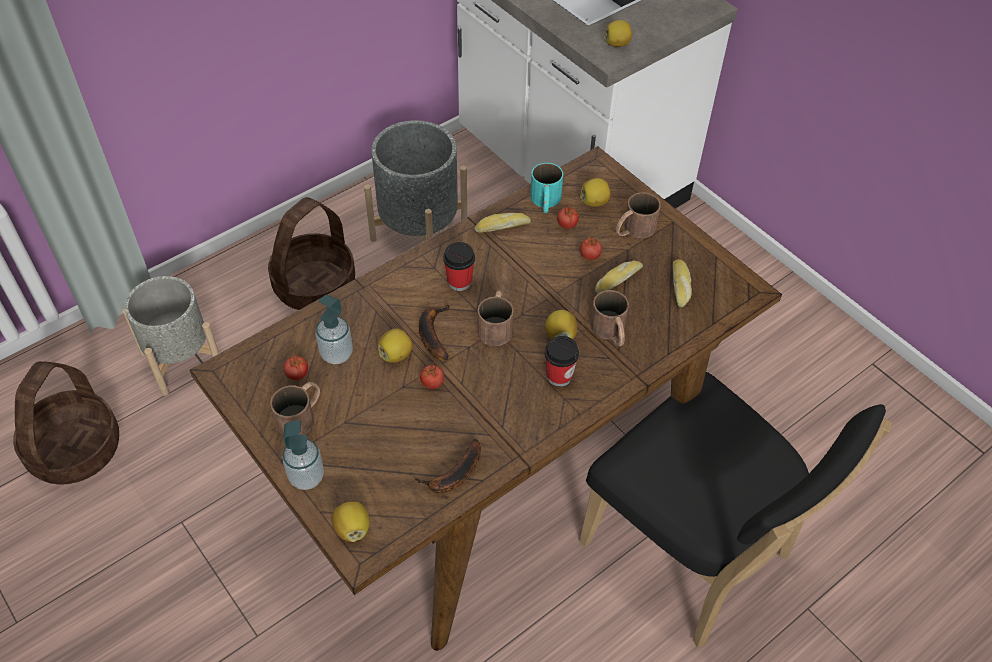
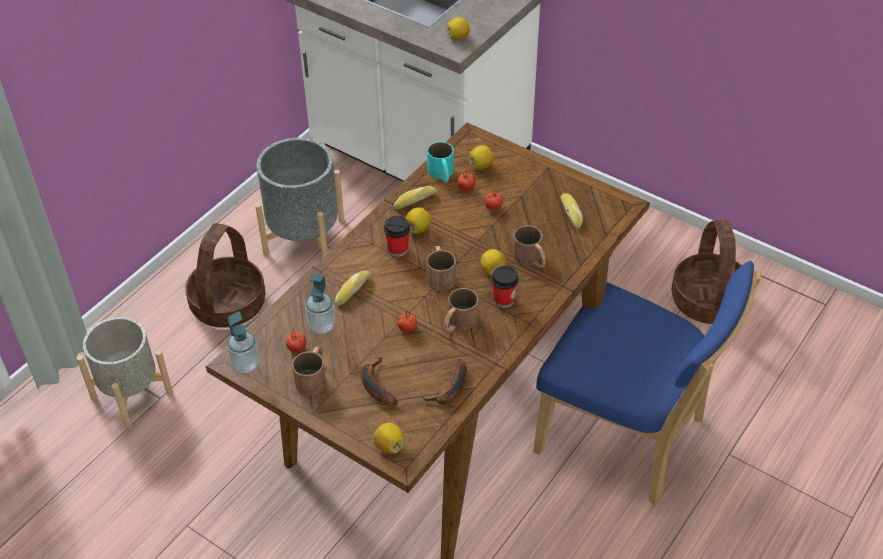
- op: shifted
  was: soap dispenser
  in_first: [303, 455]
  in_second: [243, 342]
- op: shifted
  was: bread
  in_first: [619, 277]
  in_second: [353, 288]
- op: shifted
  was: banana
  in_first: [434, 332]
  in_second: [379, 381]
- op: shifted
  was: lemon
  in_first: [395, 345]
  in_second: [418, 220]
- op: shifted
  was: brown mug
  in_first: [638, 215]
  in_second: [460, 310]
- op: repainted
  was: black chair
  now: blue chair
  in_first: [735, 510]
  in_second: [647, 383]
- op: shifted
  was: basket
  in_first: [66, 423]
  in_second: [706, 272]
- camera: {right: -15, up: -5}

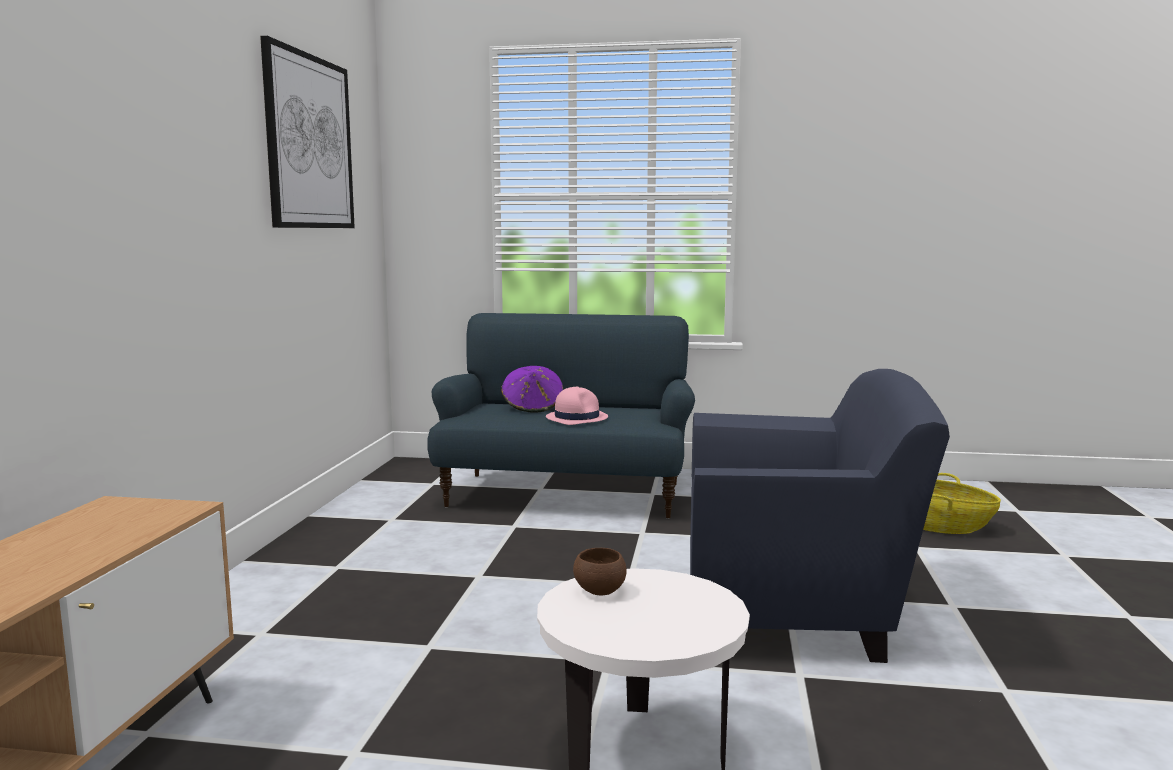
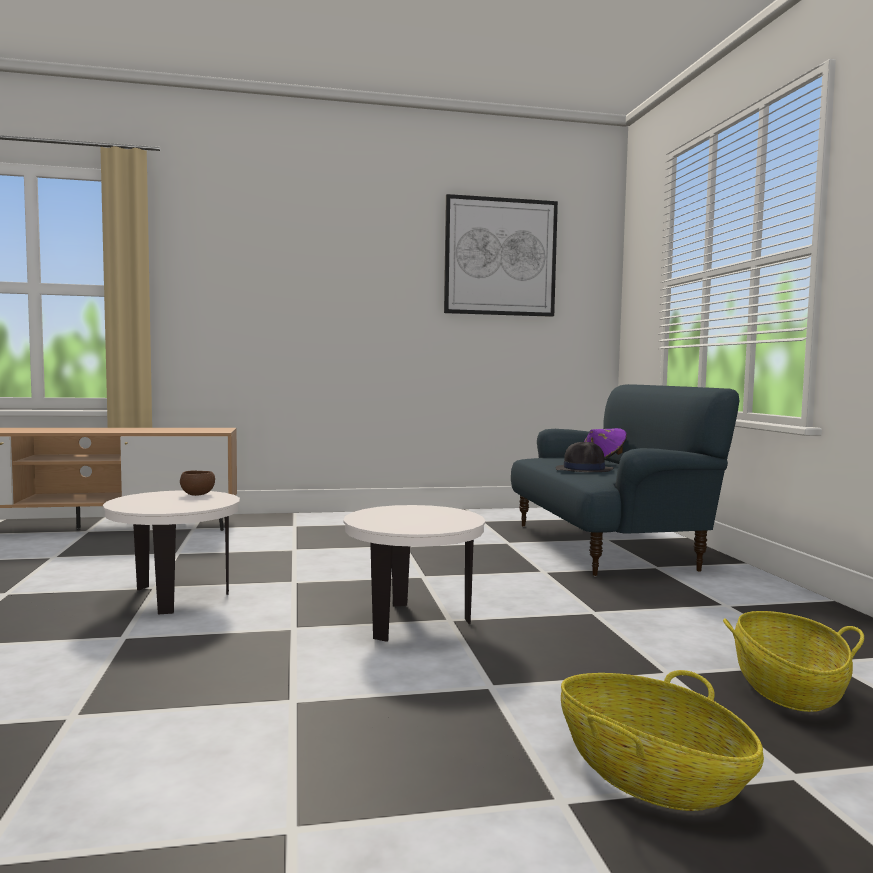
- op: swapped
  was: blue armchair
  now: white side table
  in_first: [820, 516]
  in_second: [414, 573]
- op: repainted
  was: pink hat
  now: black hat
  in_first: [577, 406]
  in_second: [584, 457]
- op: new
  now: basket
  in_second: [662, 740]
- camera: {right: 70, up: -5}

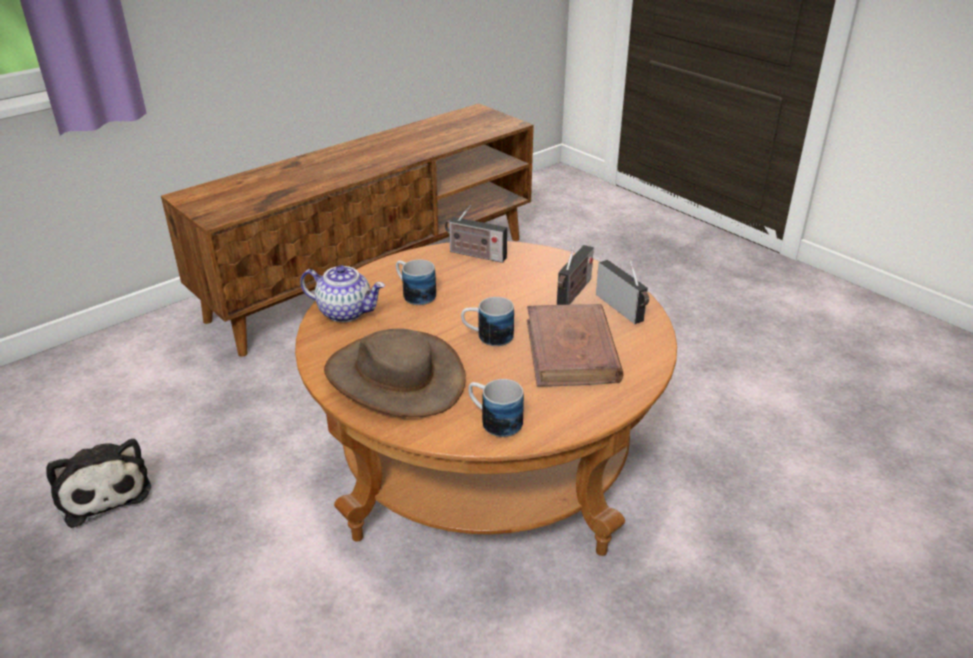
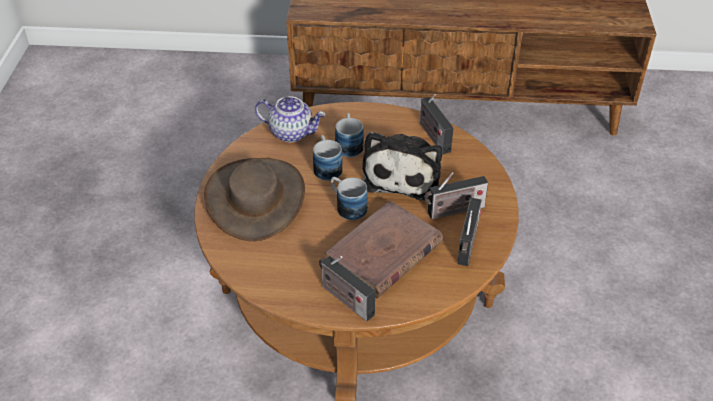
- op: rotated
  was: teapot
  in_first: [342, 293]
  in_second: [290, 119]
  clockwise: -45
- op: shifted
  was: mug
  in_first: [496, 408]
  in_second: [328, 158]
- op: new
  now: radio
  in_second: [347, 288]
- op: shifted
  was: plush toy
  in_first: [99, 483]
  in_second: [402, 166]
- camera: {right: 45, up: 10}

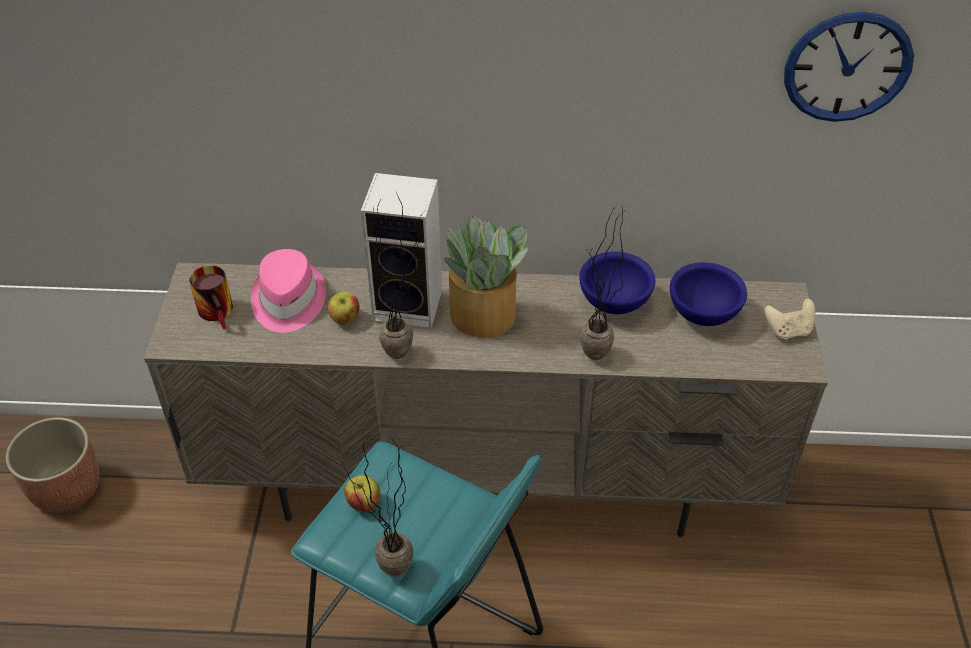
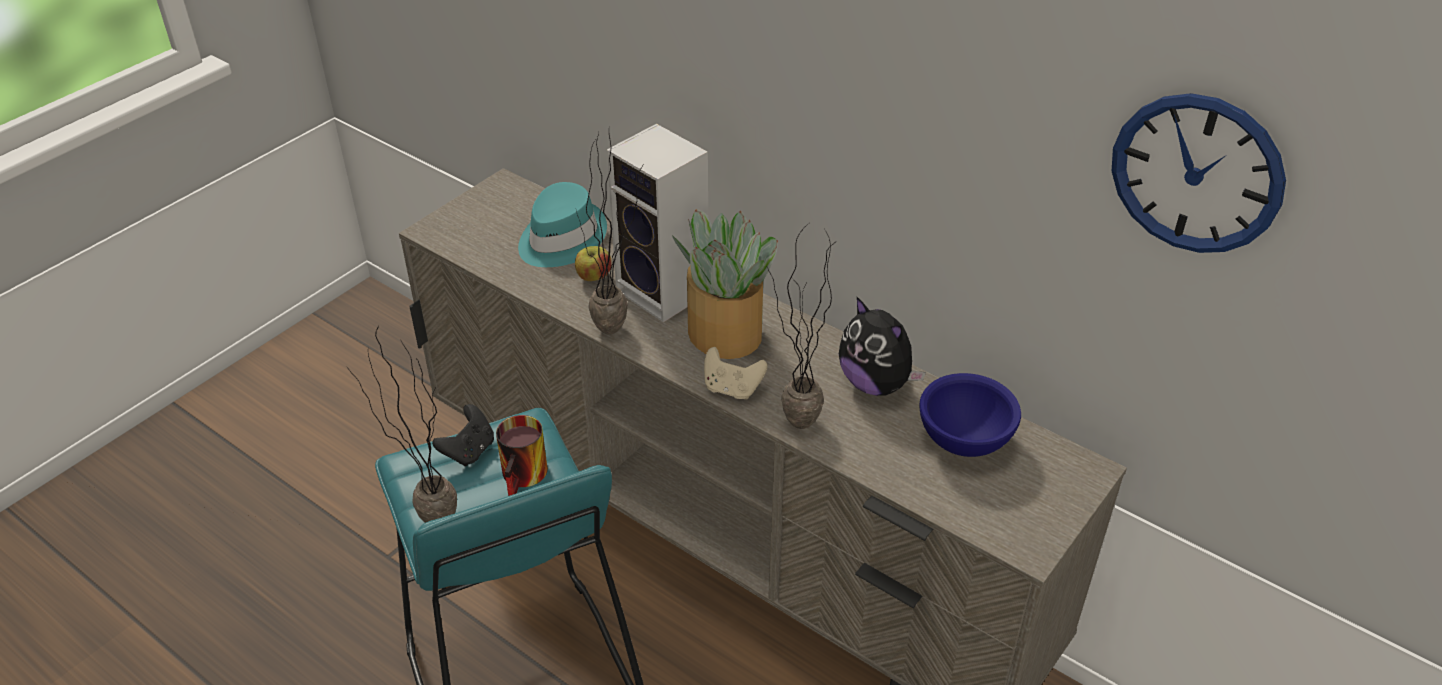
- op: swapped
  was: apple
  now: black game controller
  in_first: [362, 493]
  in_second: [463, 435]
- op: shifted
  was: mug
  in_first: [211, 297]
  in_second: [522, 455]
- op: repainted
  was: pink hat
  now: turquoise hat
  in_first: [288, 291]
  in_second: [562, 224]
- op: shifted
  was: beige game controller
  in_first: [789, 318]
  in_second: [735, 373]
- op: swapped
  was: blue bowl
  now: plush toy
  in_first: [617, 283]
  in_second: [882, 346]
- op: gone
  was: planter
  in_first: [52, 465]
- camera: {right: 35, up: -5}

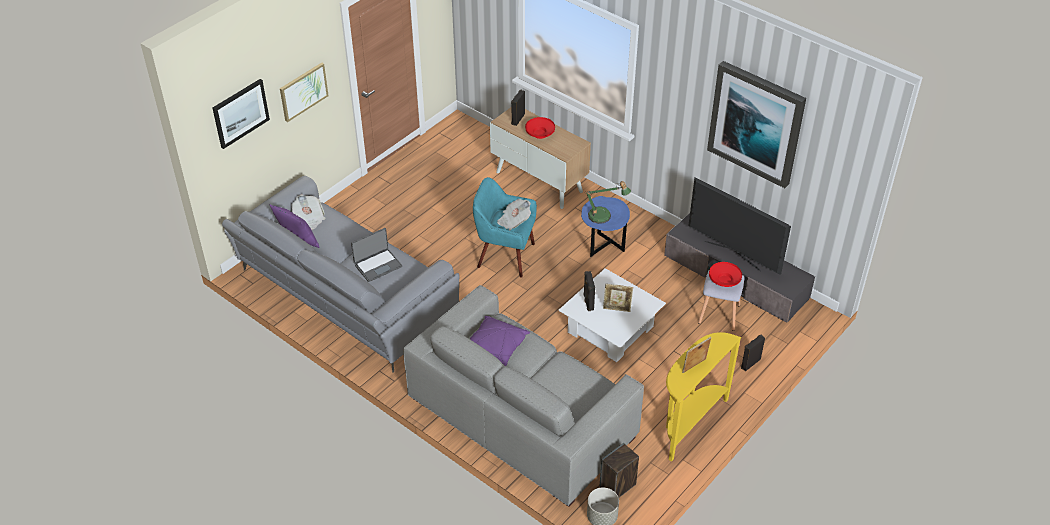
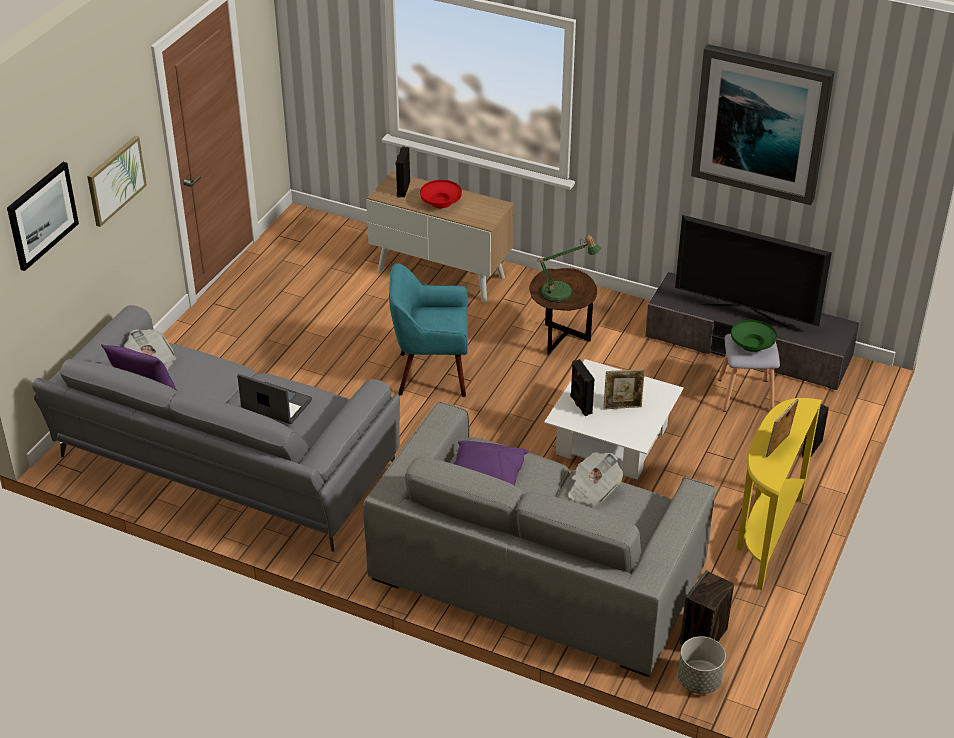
- op: rotated
  was: laptop
  in_first: [376, 255]
  in_second: [274, 399]
  clockwise: -105
- op: repainted
  was: blue side table
  now: brown side table
  in_first: [605, 226]
  in_second: [563, 311]
- op: shifted
  was: newspaper
  in_first: [514, 215]
  in_second: [595, 479]
- op: repainted
  was: red bowl
  now: green bowl
  in_first: [725, 274]
  in_second: [754, 336]
- camera: {right: -15, up: -5}

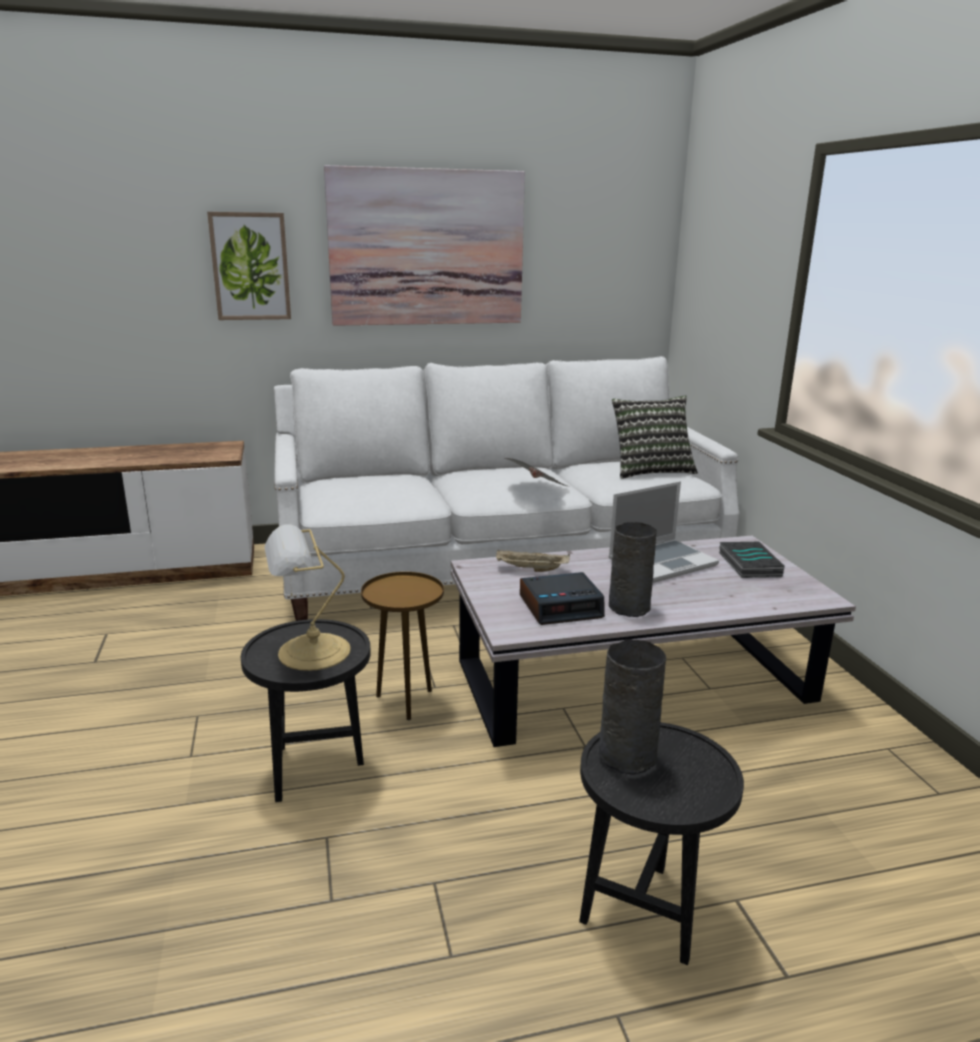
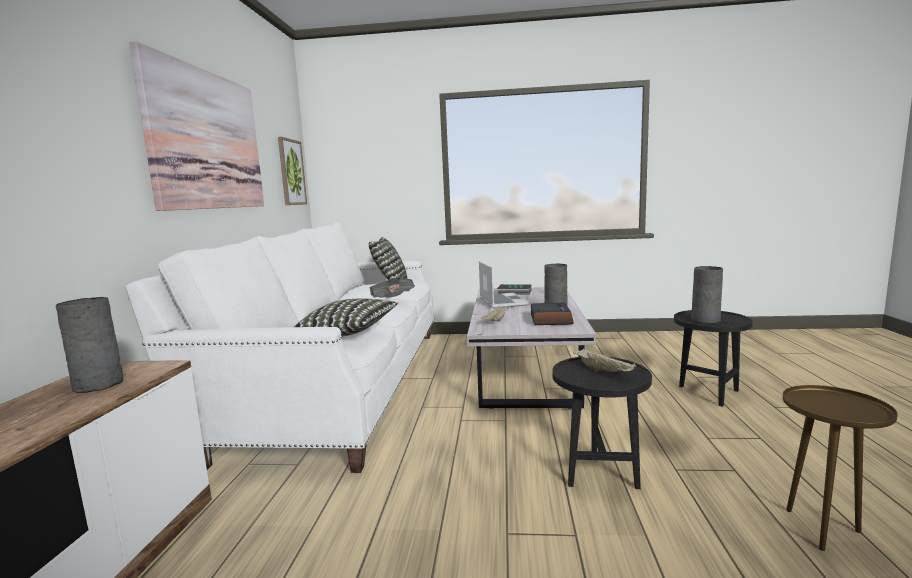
- op: new
  now: grey vase
  in_second: [89, 345]
- op: shifted
  was: picture
  in_first: [249, 266]
  in_second: [292, 171]
- op: new
  now: pillow
  in_second: [346, 318]
- op: swapped
  was: table lamp
  now: beige tray
  in_first: [307, 597]
  in_second: [604, 360]
- op: shifted
  was: brown side table
  in_first: [402, 646]
  in_second: [840, 468]
- camera: {right: -70, up: -10}

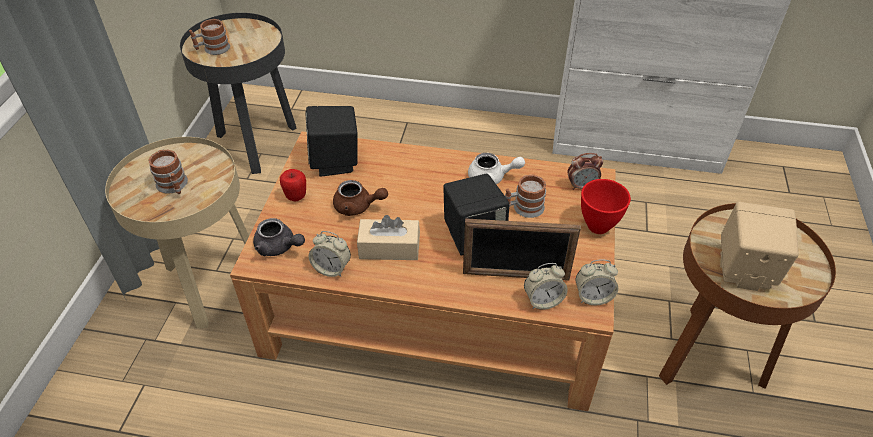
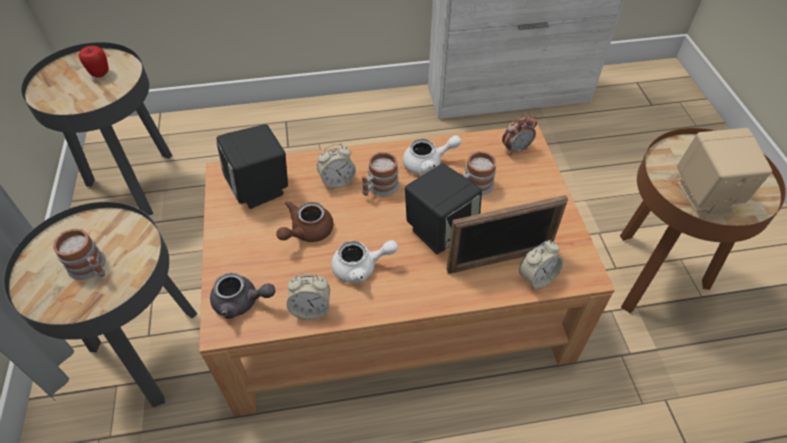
- op: repainted
  was: beige side table
  now: black side table
  in_first: [177, 232]
  in_second: [100, 304]
- op: shifted
  was: apple
  in_first: [293, 185]
  in_second: [93, 62]
- op: rotated
  was: brown teapot
  in_first: [360, 198]
  in_second: [305, 221]
  clockwise: 135
- op: shifted
  was: alarm clock
  in_first: [597, 282]
  in_second: [336, 166]
- op: swapped
  was: beige tissue box
  now: white teapot
  in_first: [388, 237]
  in_second: [364, 262]
- op: shifted
  was: mug
  in_first: [209, 37]
  in_second: [380, 174]
- op: gone
  was: red bowl
  in_first: [606, 206]
- camera: {right: -20, up: 5}

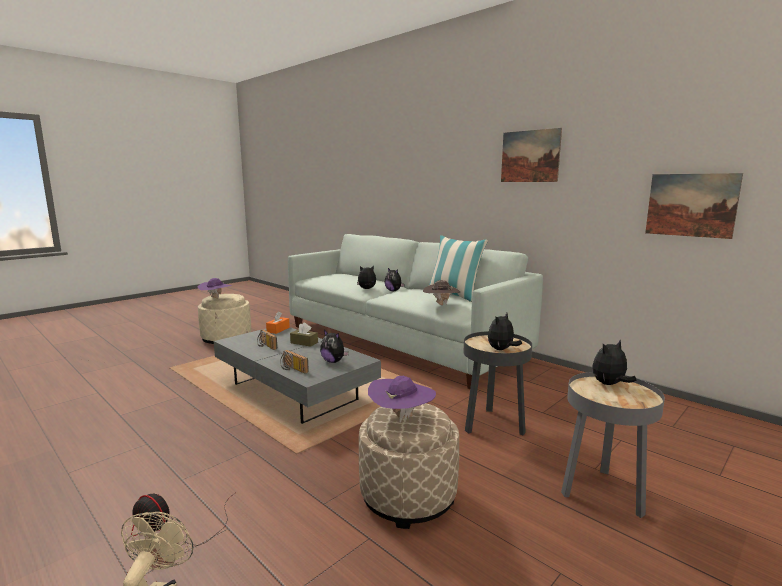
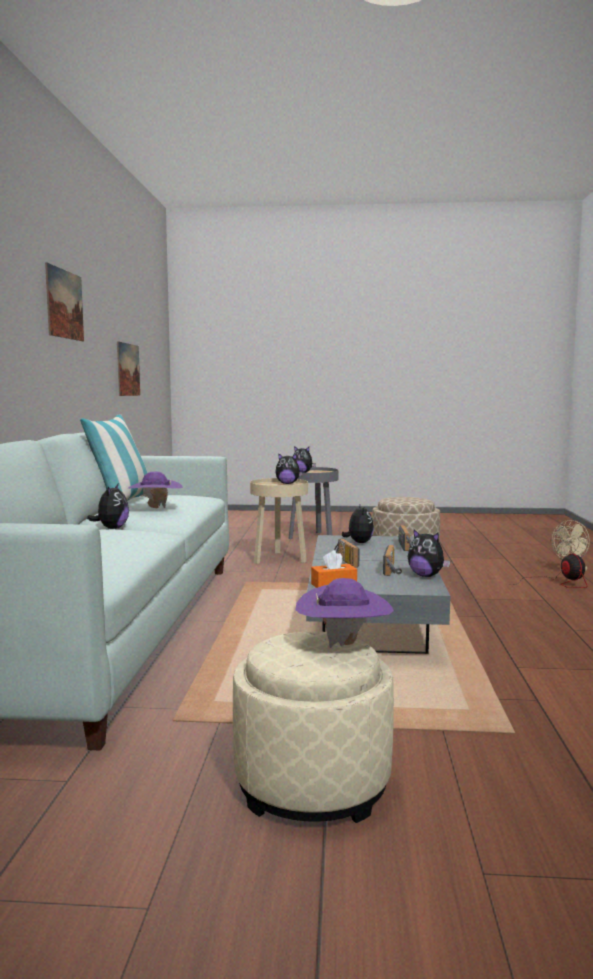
- op: shifted
  was: purple hat
  in_first: [402, 399]
  in_second: [155, 490]
- op: repainted
  was: black side table
  now: beige side table
  in_first: [498, 383]
  in_second: [279, 521]
- op: swapped
  was: brown tissue box
  now: radio
  in_first: [304, 335]
  in_second: [347, 553]
- op: shifted
  was: plush toy
  in_first: [366, 277]
  in_second: [429, 553]
- op: gone
  was: brown hat
  in_first: [441, 292]
- camera: {right: -130, up: -5}

